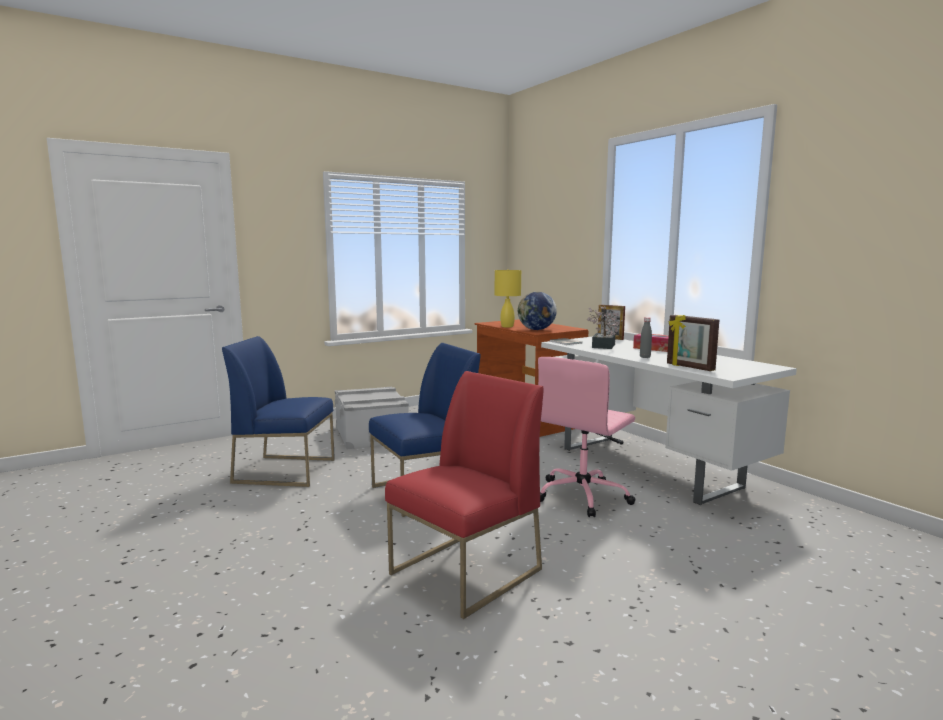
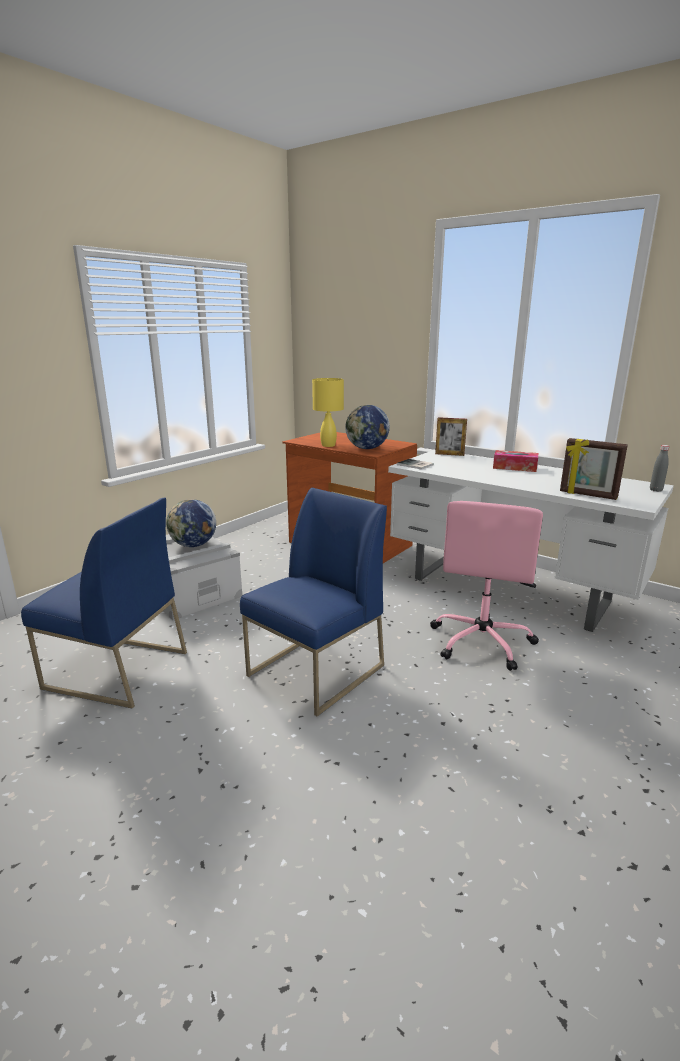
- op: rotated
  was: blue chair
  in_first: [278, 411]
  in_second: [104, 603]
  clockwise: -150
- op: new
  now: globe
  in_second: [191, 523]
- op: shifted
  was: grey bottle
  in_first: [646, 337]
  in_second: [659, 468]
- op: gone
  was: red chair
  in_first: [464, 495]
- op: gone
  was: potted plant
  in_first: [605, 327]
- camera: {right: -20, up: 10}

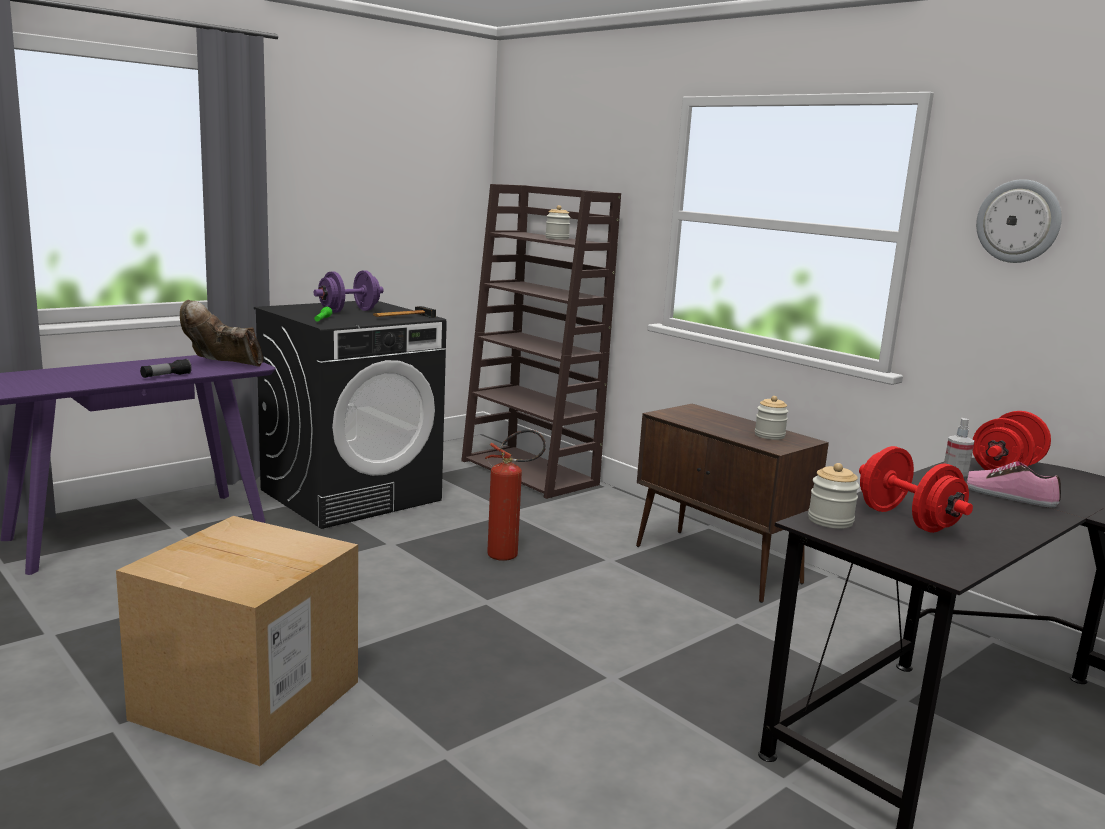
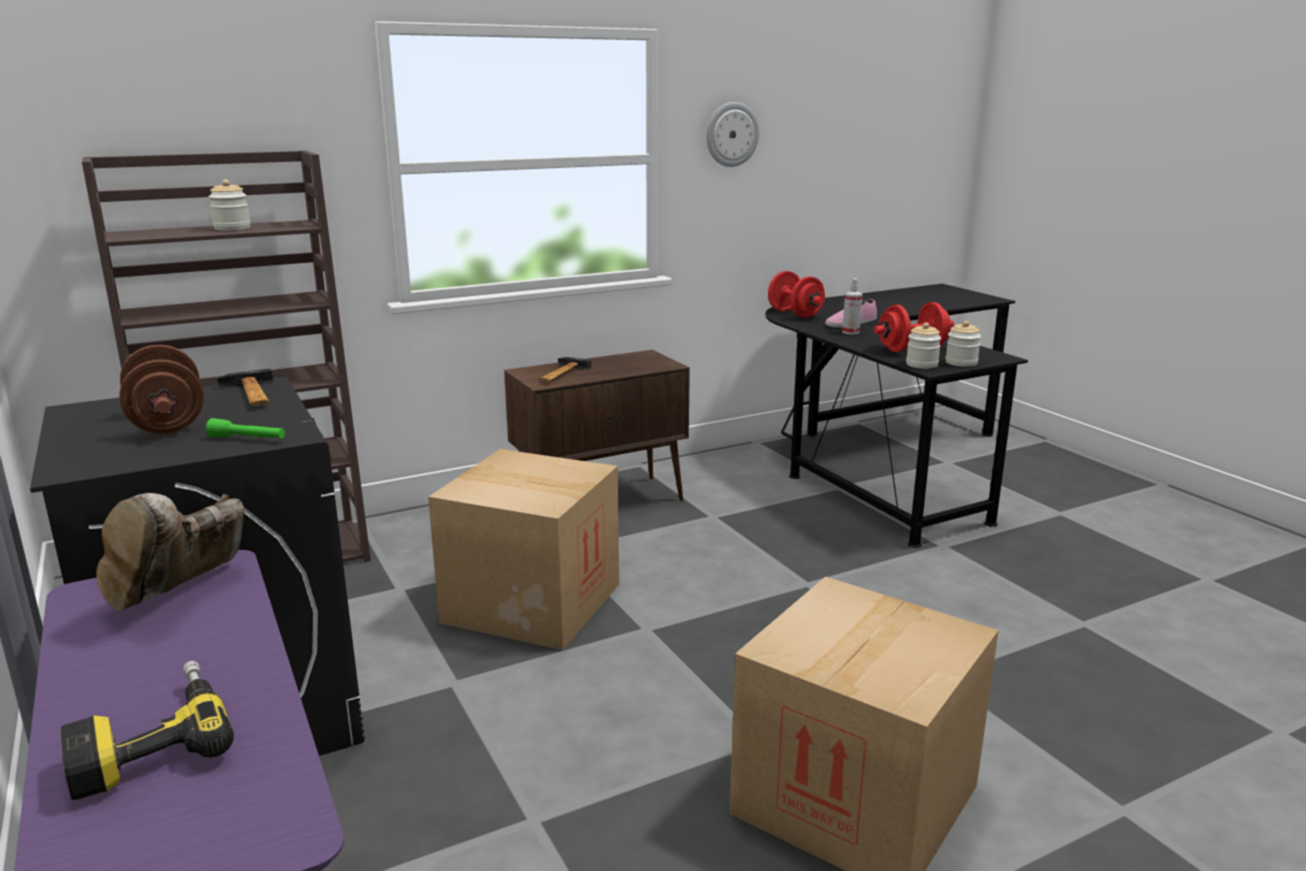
- op: new
  now: power drill
  in_second: [147, 730]
- op: repainted
  was: purple dumbbell
  now: brown dumbbell
  in_first: [349, 291]
  in_second: [161, 389]
- op: swapped
  was: fire extinguisher
  now: cardboard box
  in_first: [515, 495]
  in_second: [523, 549]
- op: new
  now: hammer
  in_second: [565, 369]
- op: shifted
  was: jar
  in_first: [772, 418]
  in_second: [963, 344]
- op: gone
  was: flashlight
  in_first: [166, 368]
- camera: {right: -75, up: 5}

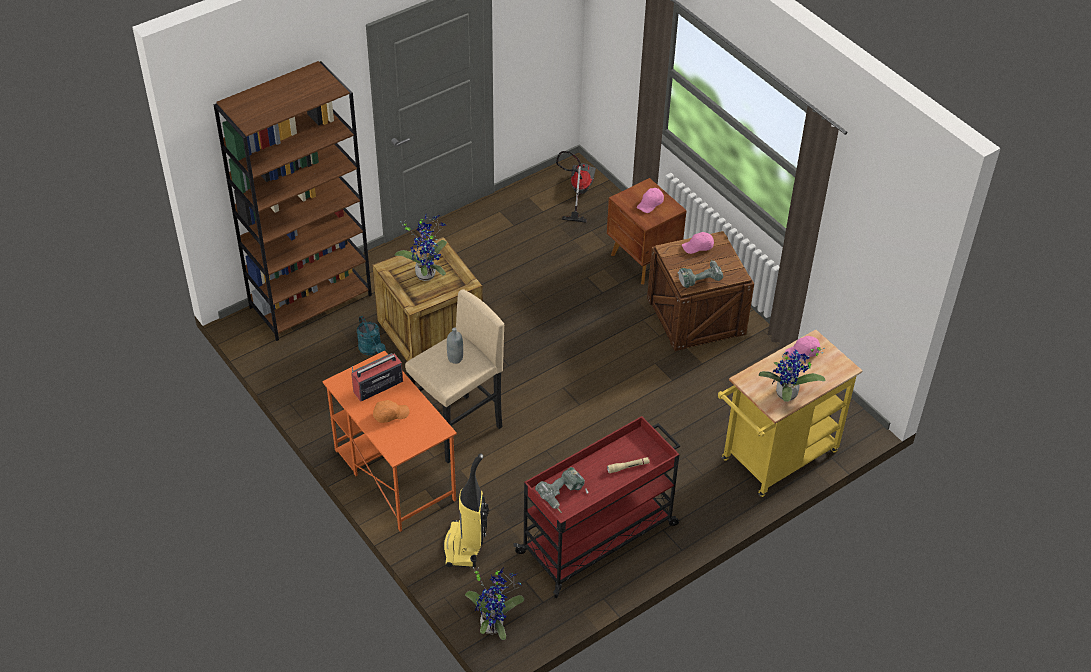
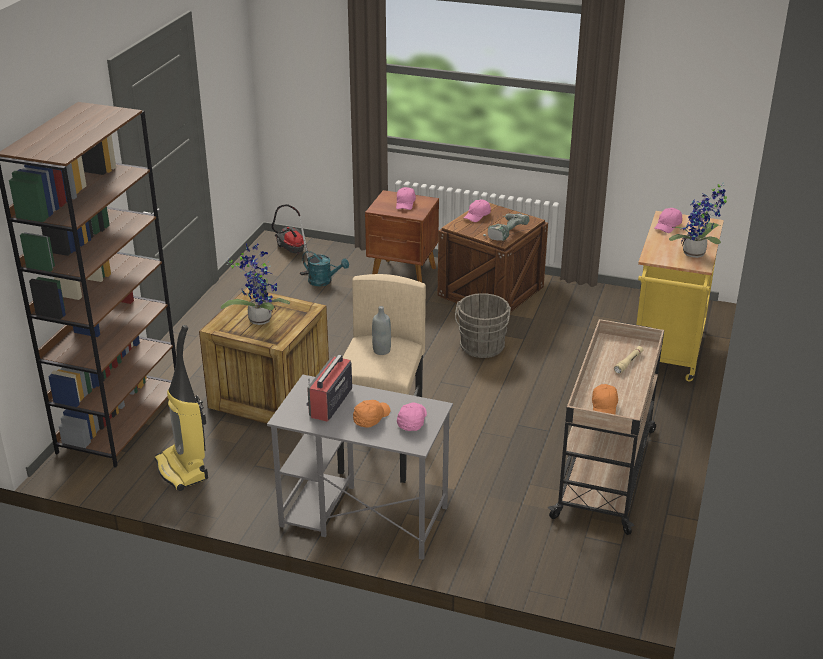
- op: shifted
  was: vacuum cleaner
  in_first: [466, 510]
  in_second: [181, 408]
- op: repainted
  was: orange desk
  now: grey desk
  in_first: [389, 441]
  in_second: [360, 467]
- op: shifted
  was: turquoise watering can
  in_first: [371, 335]
  in_second: [325, 268]
- op: new
  now: pink cap
  in_second: [412, 416]
- op: new
  now: grey bucket
  in_second: [483, 325]
- op: repainted
  was: red cart
  now: beige cart
  in_first: [596, 507]
  in_second: [606, 427]
- op: swapped
  was: power drill
  now: orange cap
  in_first: [562, 490]
  in_second: [605, 399]
- op: gone
  was: potted plant
  in_first: [494, 603]
- camera: {right: -35, up: -15}

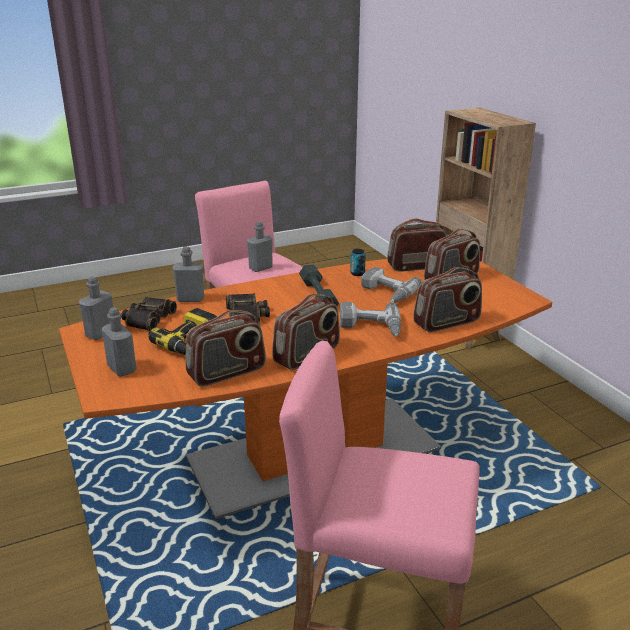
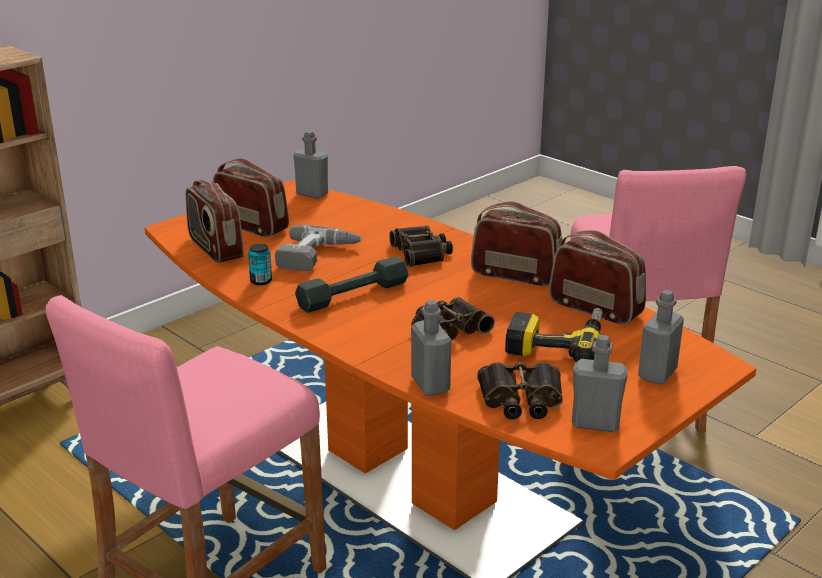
- op: shifted
  was: grey bottle
  in_first: [260, 247]
  in_second: [310, 165]
- op: swapped
  was: power drill
  now: binoculars
  in_first: [370, 319]
  in_second: [421, 246]
- op: gone
  was: radio
  in_first: [447, 299]
- camera: {right: -110, up: 0}

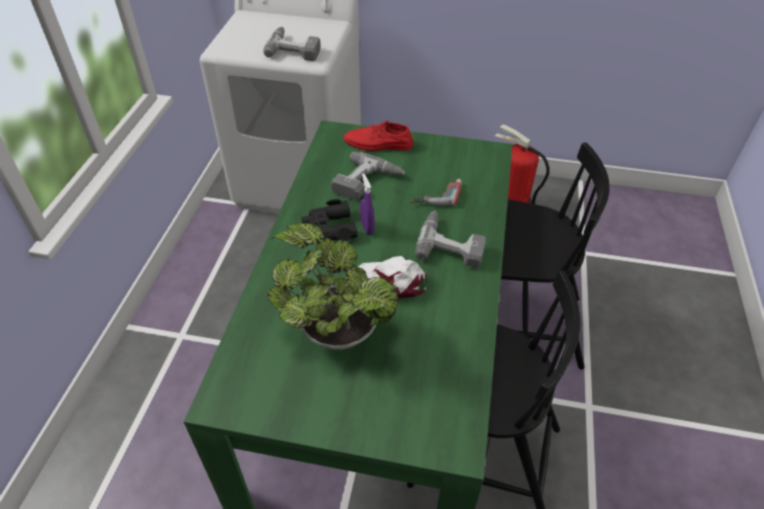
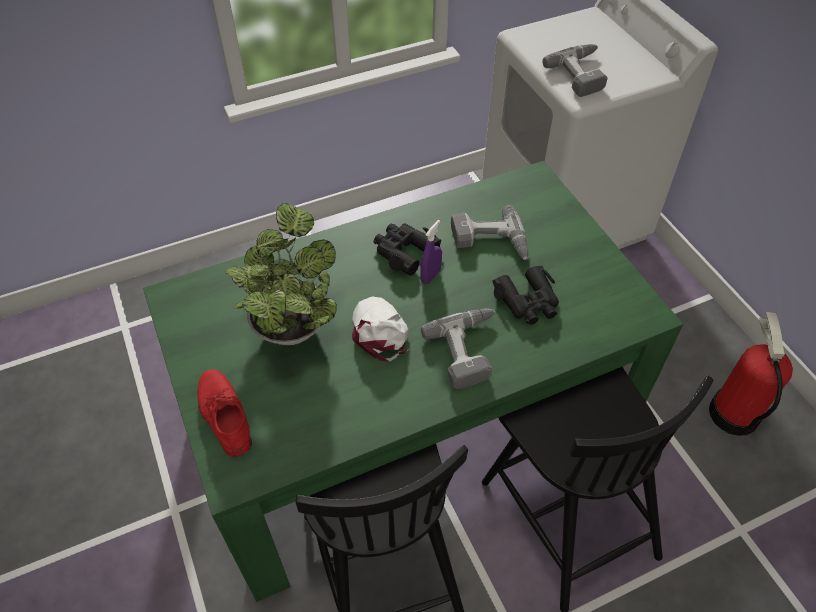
- op: shifted
  was: red shoe
  in_first: [379, 135]
  in_second: [225, 413]
- op: swapped
  was: power drill
  now: black binoculars
  in_first: [435, 192]
  in_second: [525, 295]
- camera: {right: 55, up: 5}

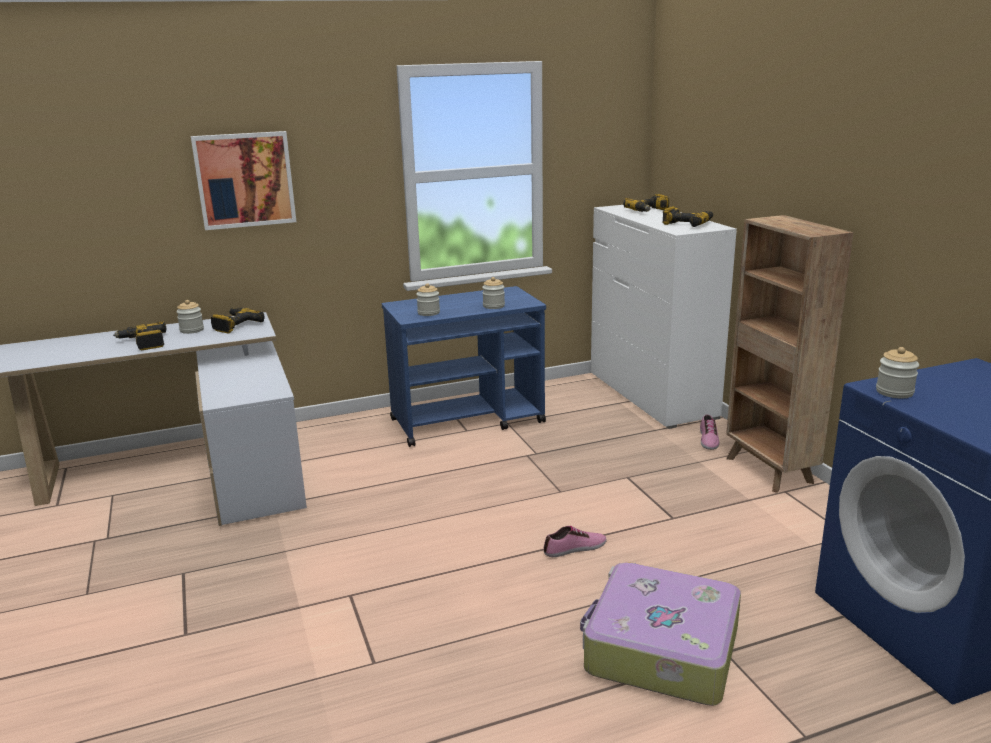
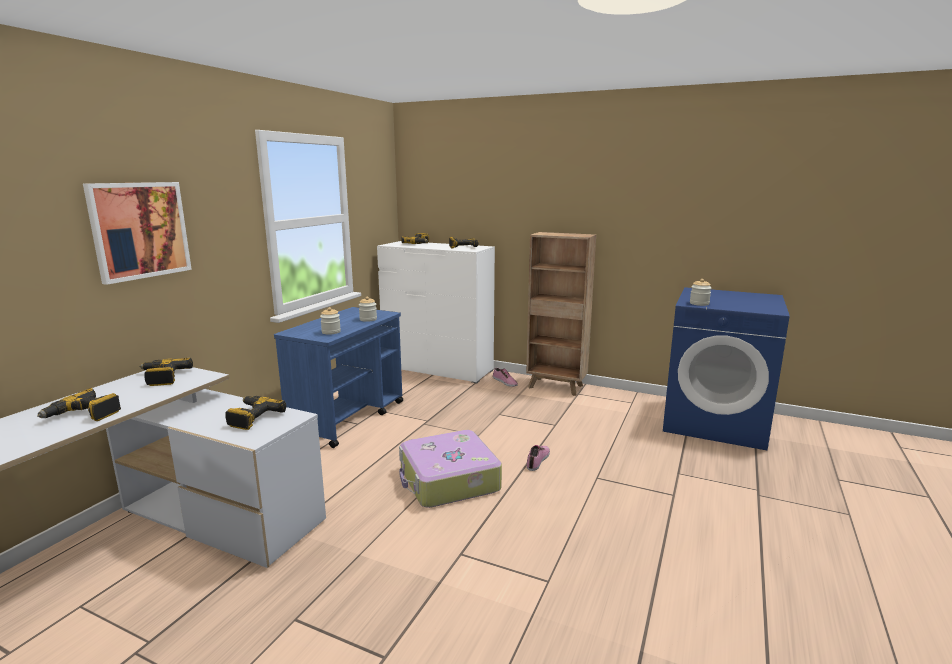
- op: new
  now: power drill
  in_second: [255, 413]
- op: shifted
  was: suitcase
  in_first: [660, 634]
  in_second: [450, 469]
- op: gone
  was: jar
  in_first: [190, 317]
- camera: {right: -45, up: -5}

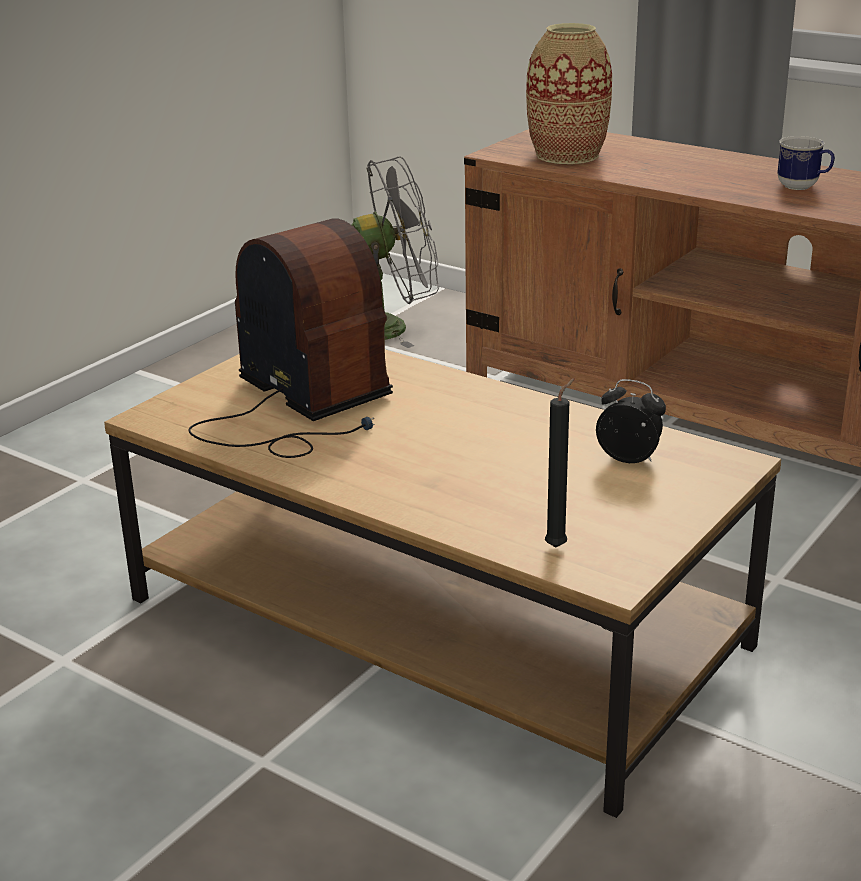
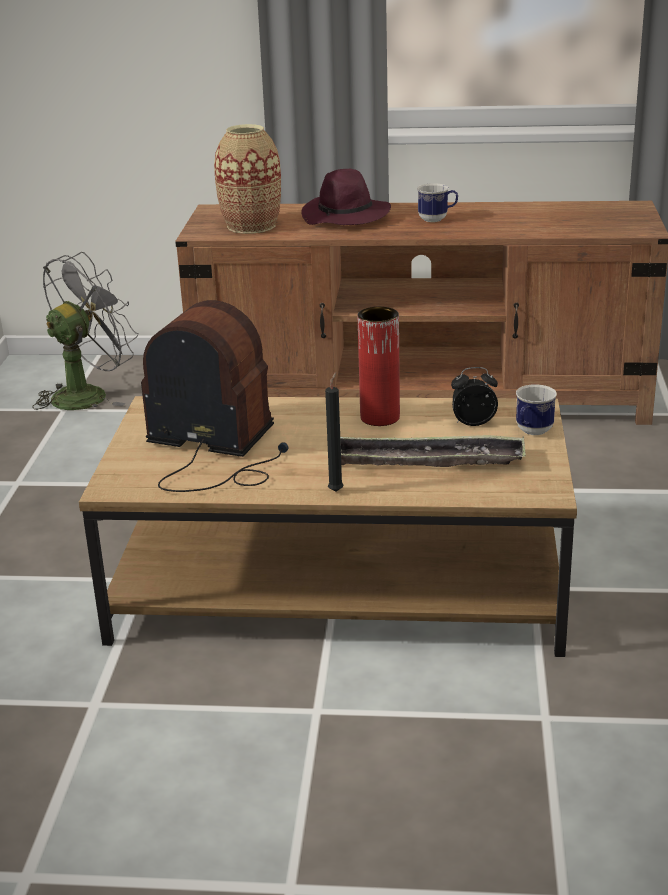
- op: new
  now: purple hat
  in_second: [346, 197]
- op: shifted
  was: black candle
  in_first: [560, 462]
  in_second: [334, 432]
- op: new
  now: tray
  in_second: [433, 451]
- op: new
  now: red vase
  in_second: [379, 366]
- op: new
  now: mug
  in_second: [536, 409]
- camera: {right: -30, up: 0}

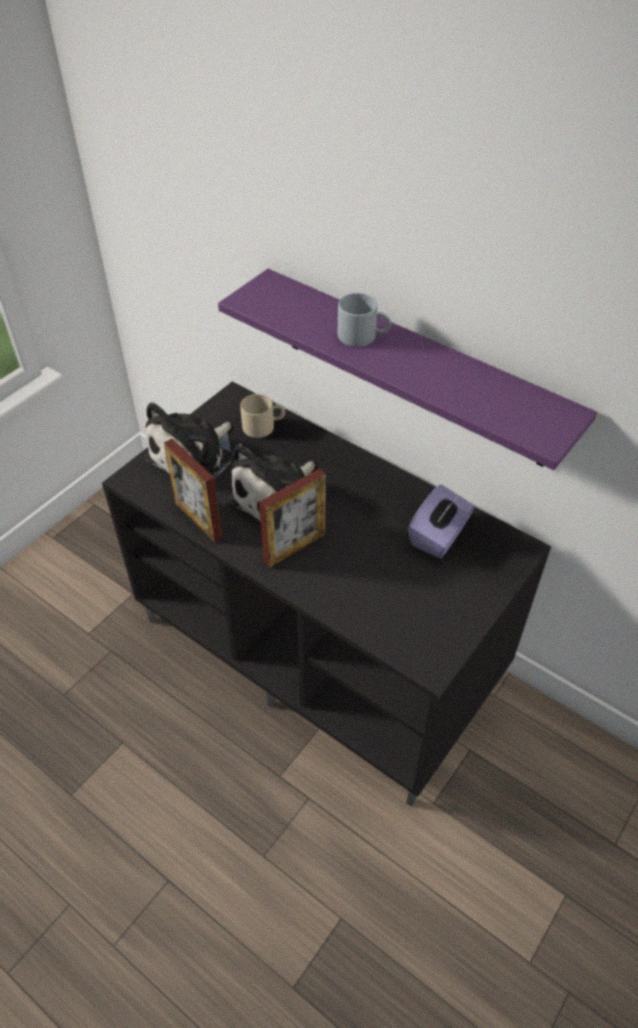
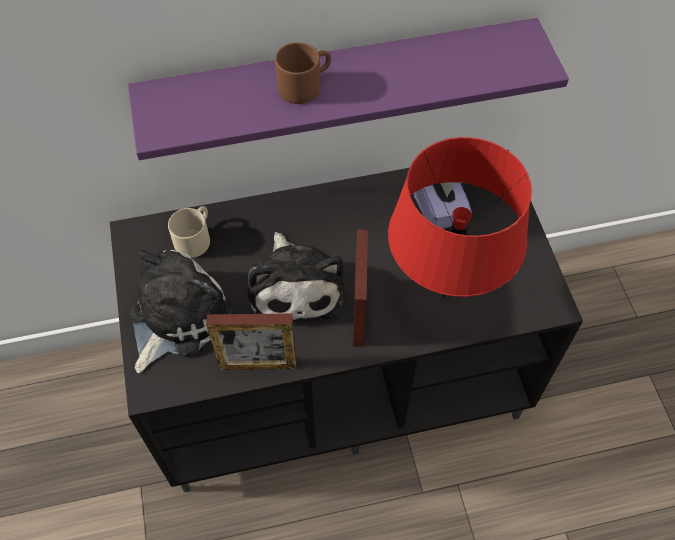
- op: rotated
  was: plush toy
  in_first: [188, 441]
  in_second: [182, 311]
  clockwise: -135
- op: repainted
  was: grey mug
  now: brown mug
  in_first: [364, 320]
  in_second: [303, 73]
- op: new
  now: red table lamp
  in_second: [460, 218]
- camera: {right: -50, up: 10}

